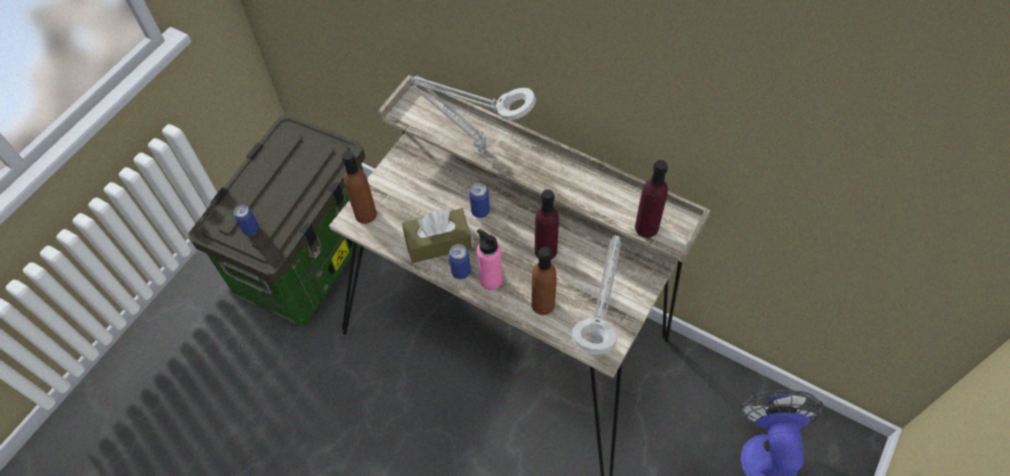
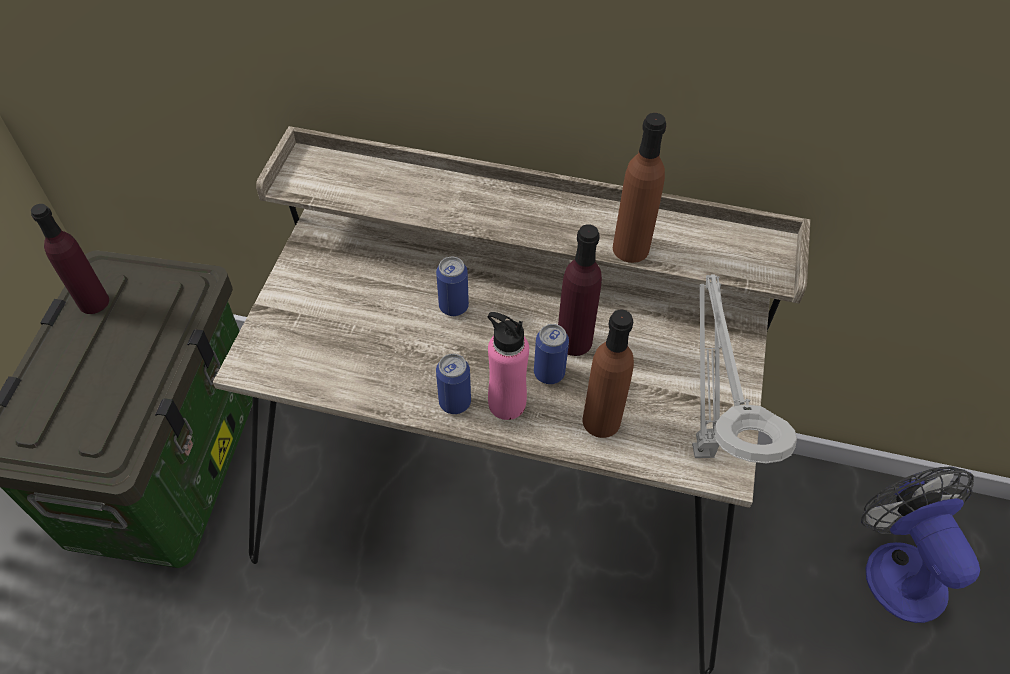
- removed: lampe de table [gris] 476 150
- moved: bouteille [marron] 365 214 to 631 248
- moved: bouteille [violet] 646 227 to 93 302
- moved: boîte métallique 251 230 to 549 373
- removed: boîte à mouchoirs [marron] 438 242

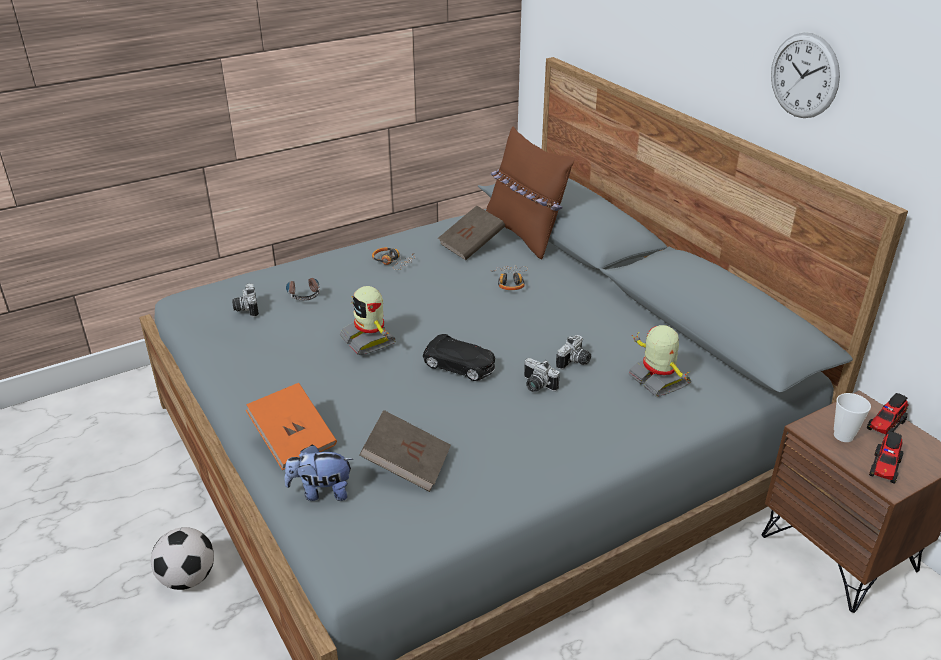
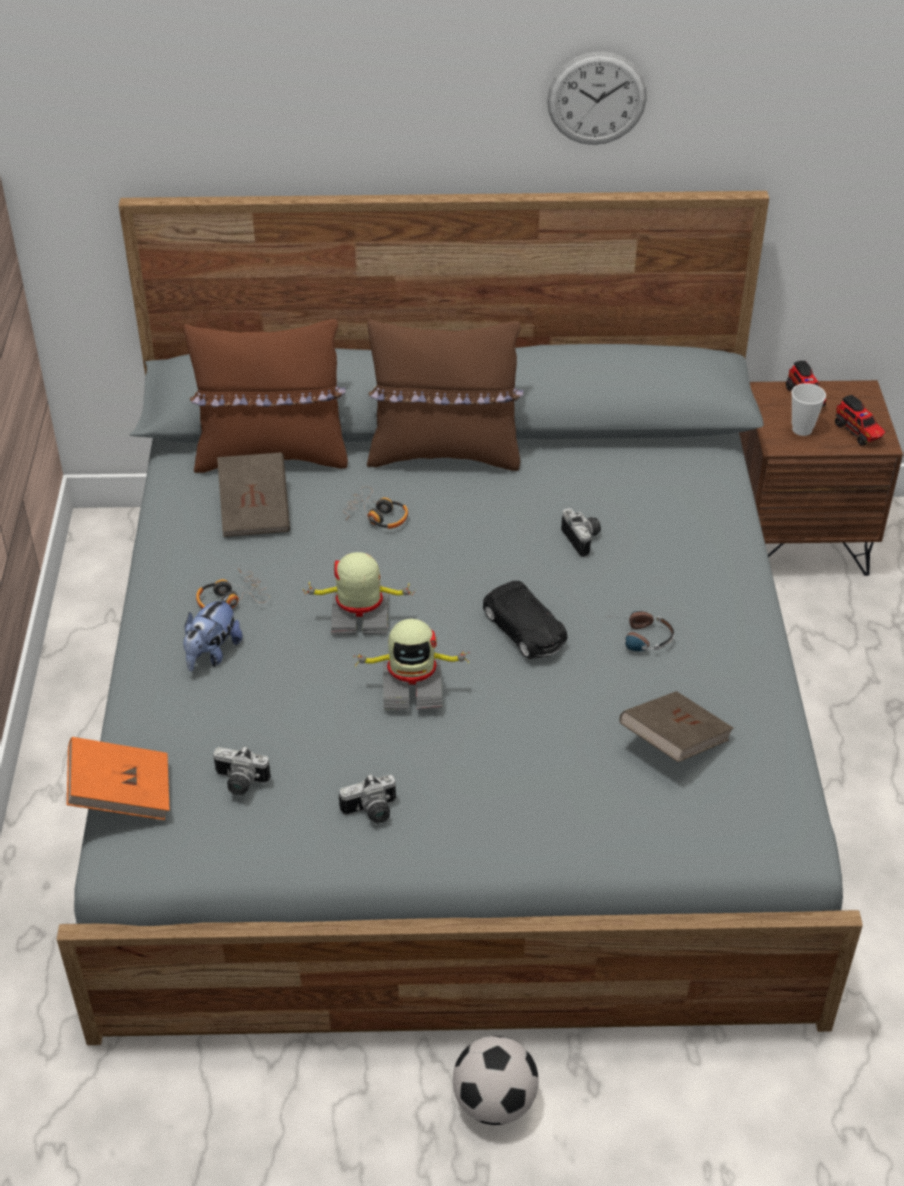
- moved: casque audio 303 292 to 637 638
- moved: robot jouet 657 381 to 360 617
- turned: petite voiture [noir] 460 365 = 525 629 90 degrees clockwise
- moved: appareil photo 536 386 to 371 812
- moved: livre [orange] 293 440 to 122 794
- moved: peluche 321 492 to 212 654
- added: coussin [marron] 444 453

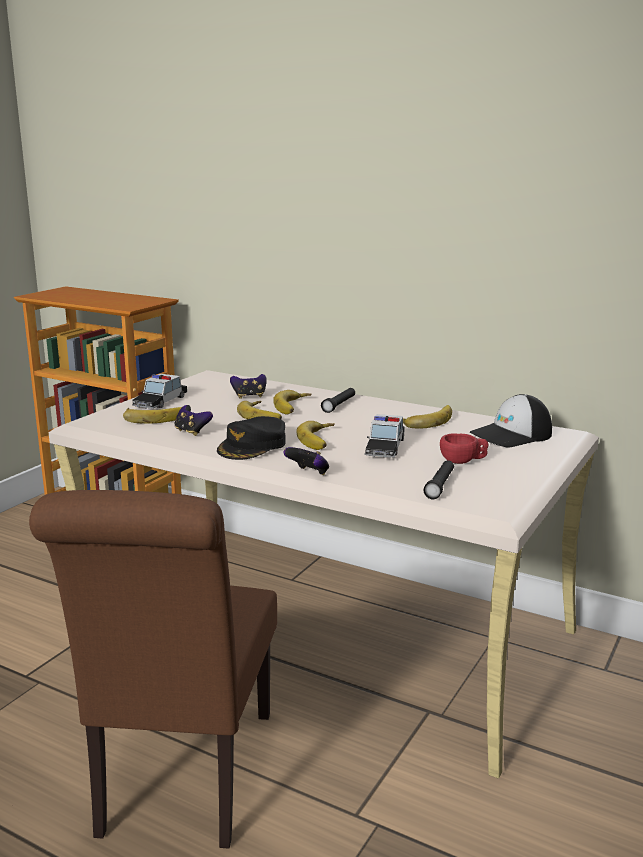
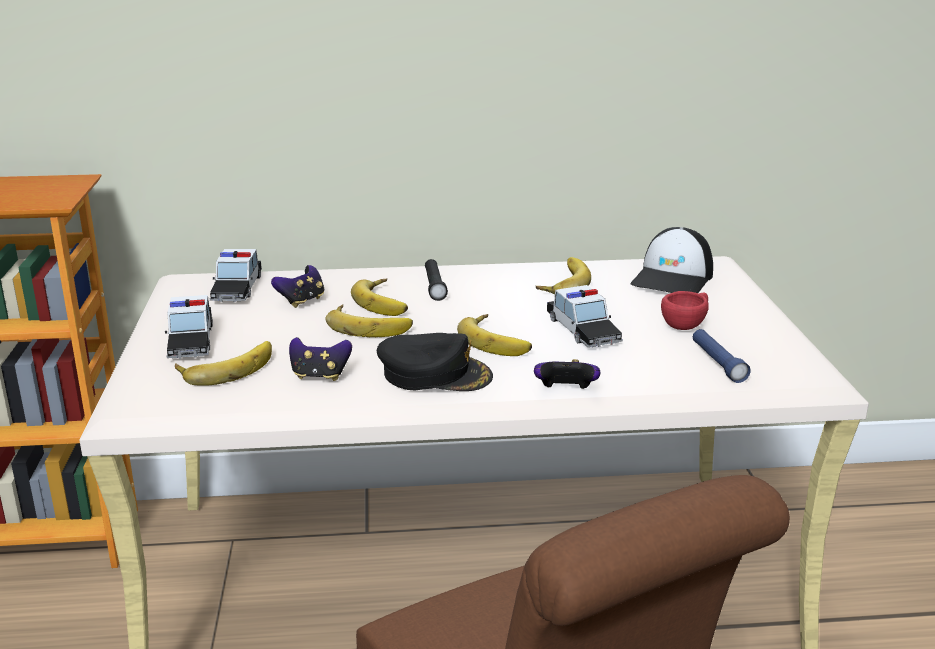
- turned: casquette [noir] 253 446 = 435 374 75 degrees counterclockwise
- recoloured: lampe de poche [noir] 440 486 to lampe de poche [bleu] 718 363
- added: petite voiture 237 288

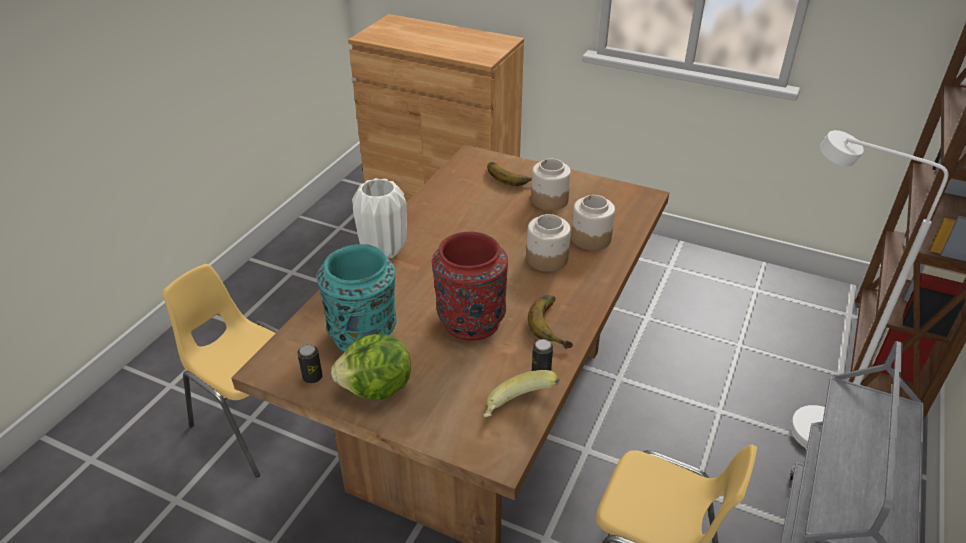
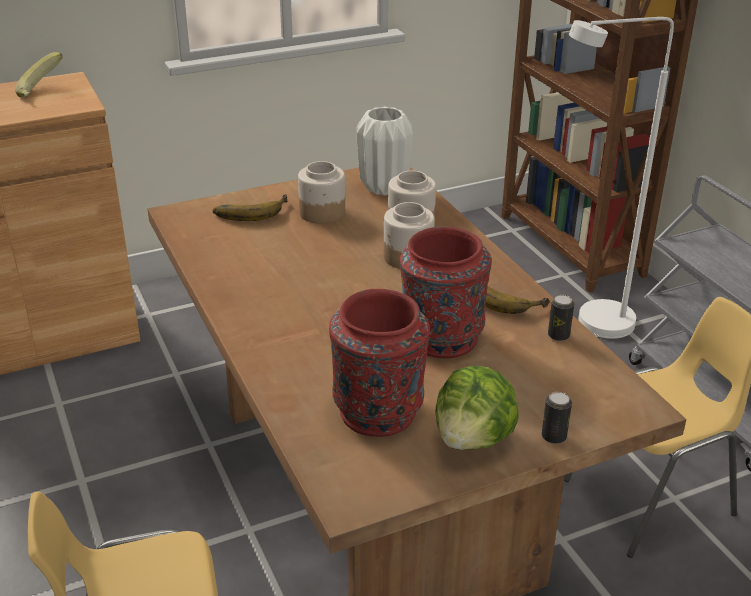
- moved: vase [blanc] 384 250 to 384 187
- recoloured: vase [turquoise] 364 334 to vase [rouge] 378 410
- moved: boîte métallique 312 377 to 553 436
- moved: banane 518 409 to 42 92

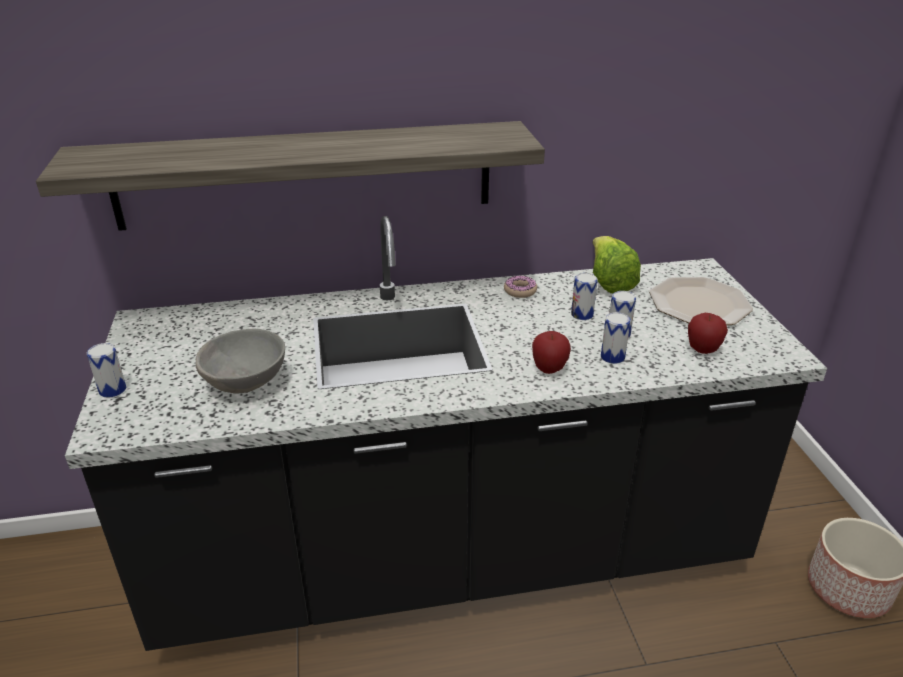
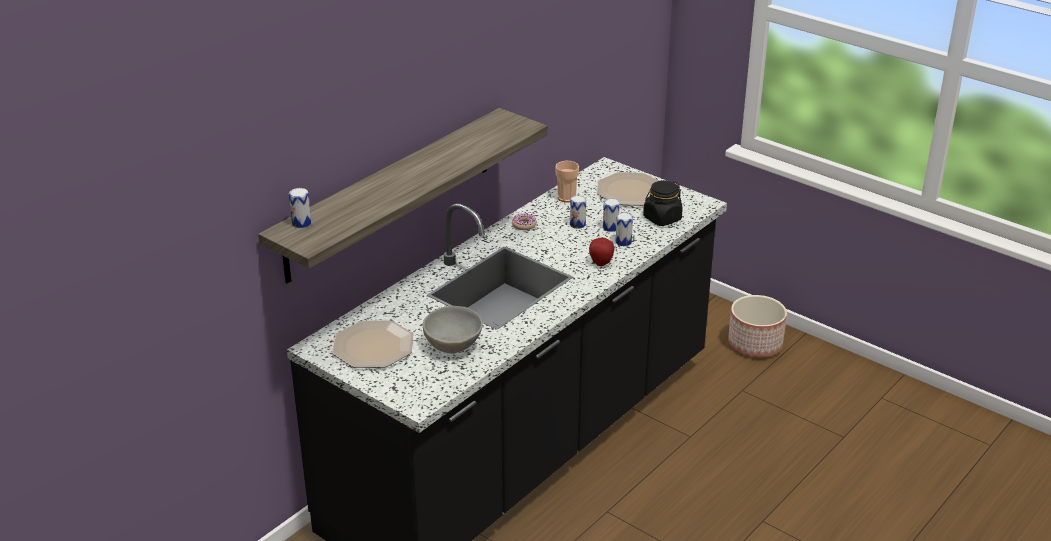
- replaced: laitue 609 282 to tasse 566 197
- replaced: pomme 702 350 to bocal [noir] 662 218
- moved: boîte métallique 112 390 to 301 223
- added: assiette 372 346

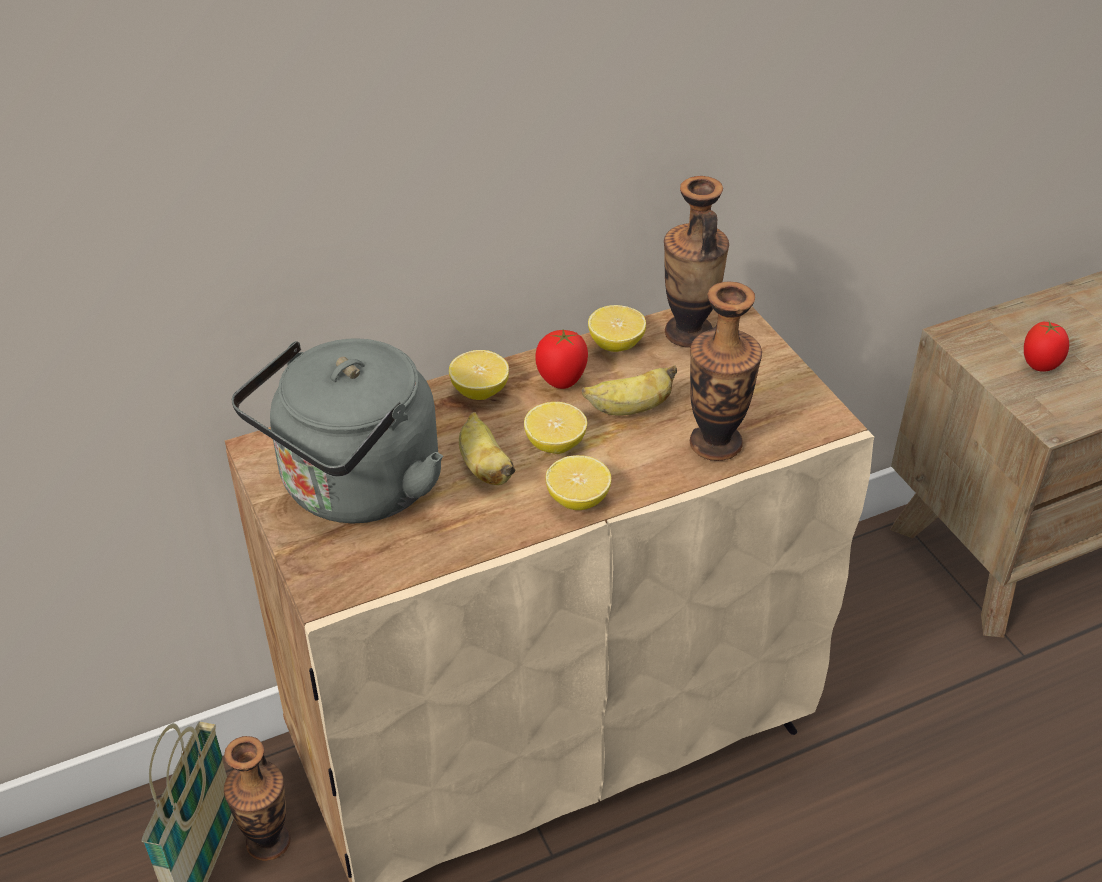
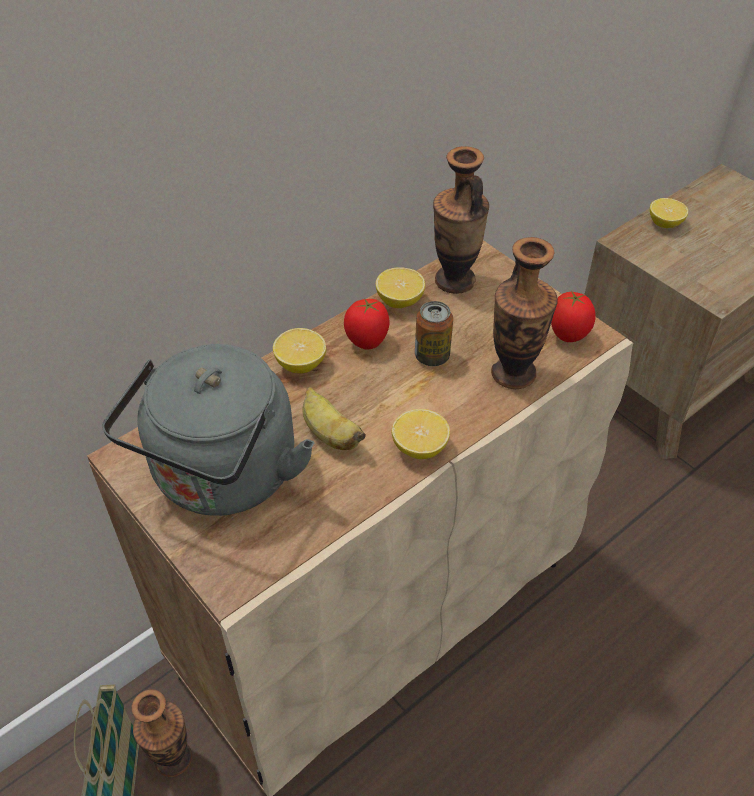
- moved: tomate 1040 366 to 568 336
- replaced: banane 629 409 to boîte métallique 432 356
- moved: citron 555 444 to 664 223

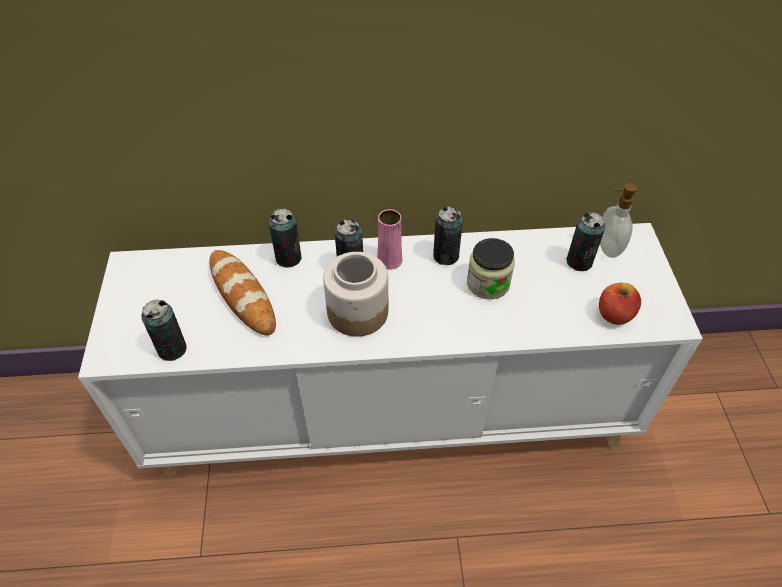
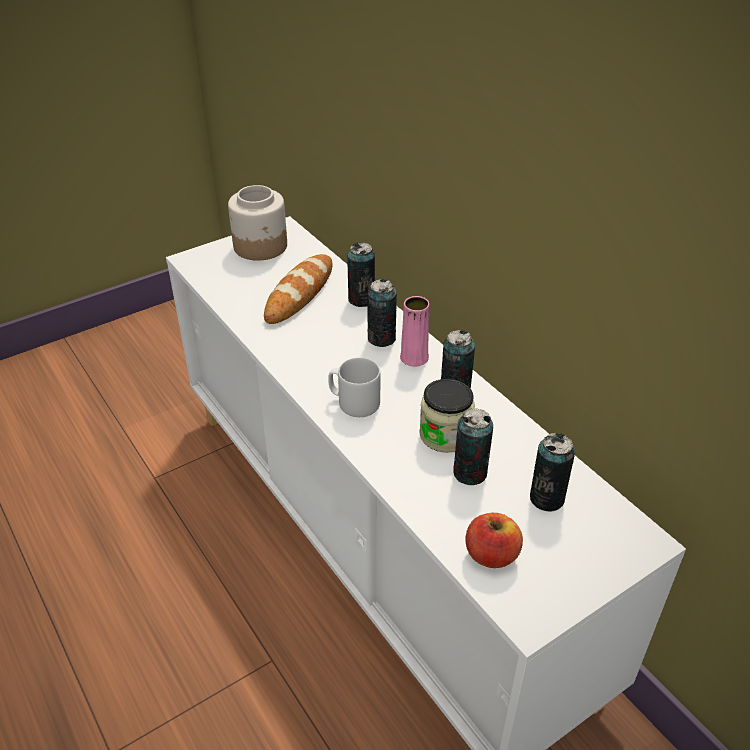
- removed: distributeur de savon 607 248
- moved: bocal 358 312 to 261 246
- moved: boîte métallique 172 349 to 470 473
- added: mug [gris] 354 403

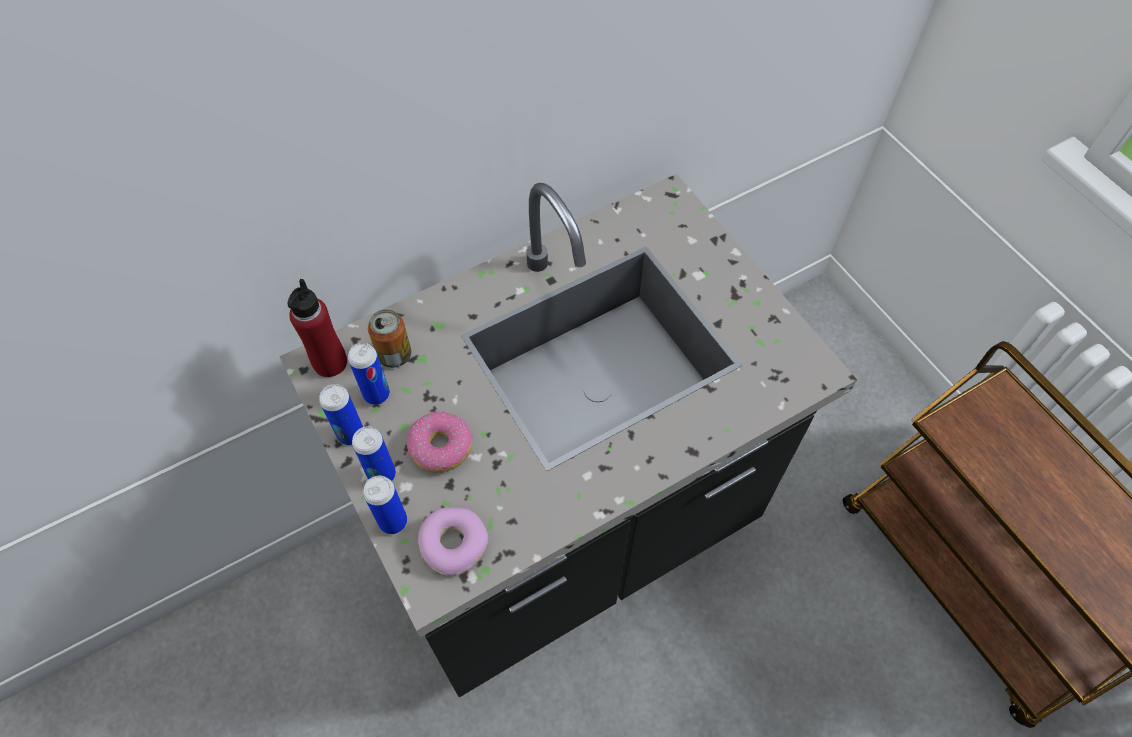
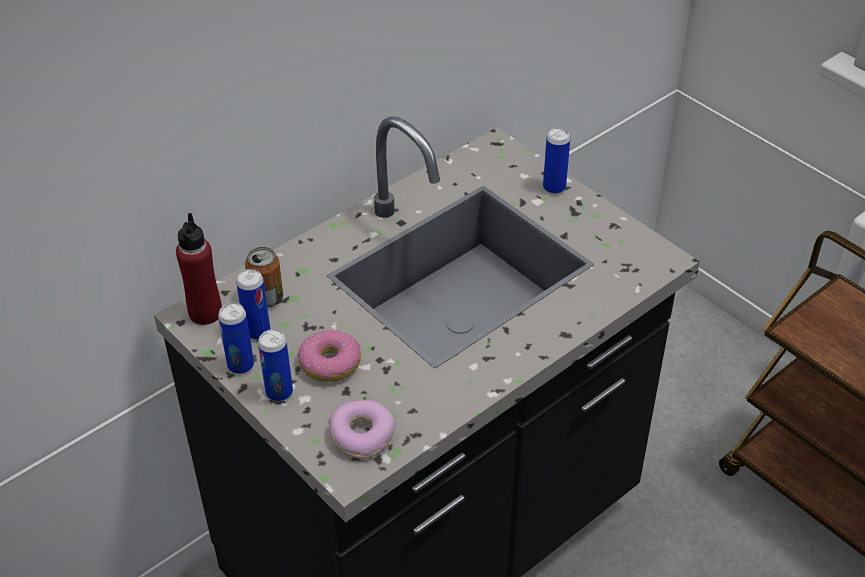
- moved: boîte métallique 393 521 to 554 187

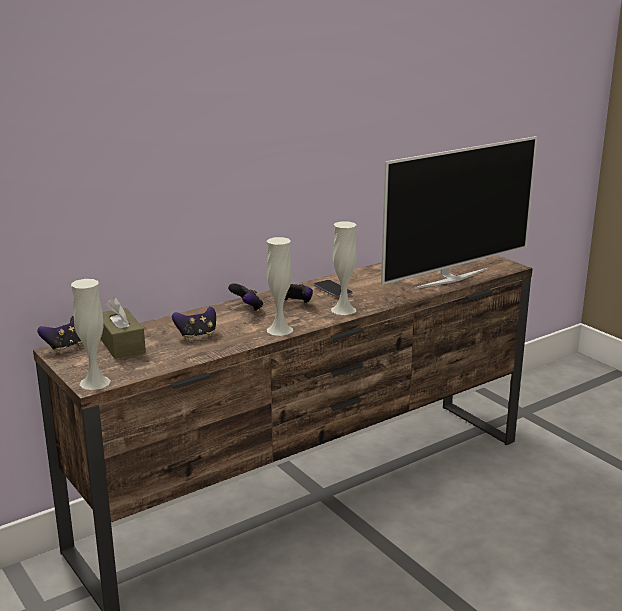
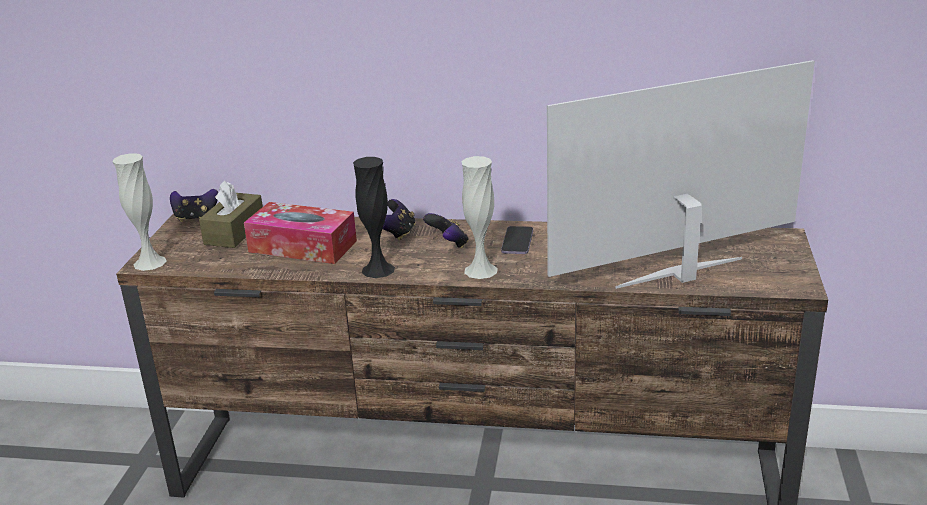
- turned: téléviseur 450 278 = 681 274 150 degrees clockwise
- recoloured: vase [blanc] 280 330 to vase [noir] 378 270
- replaced: manette 196 335 to boîte à mouchoirs 302 246

